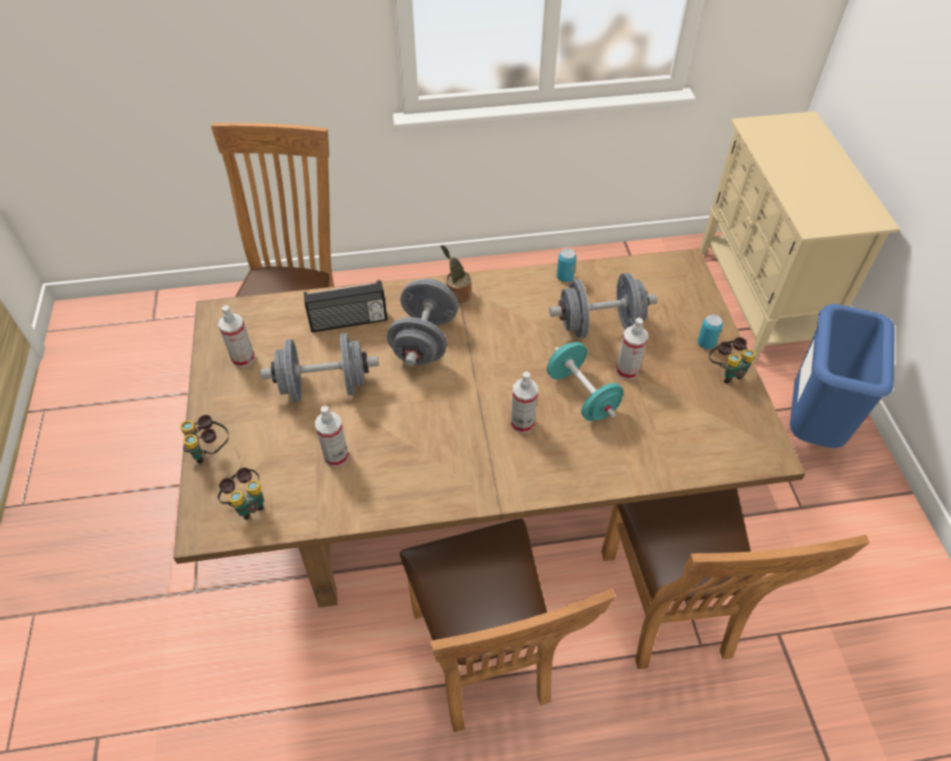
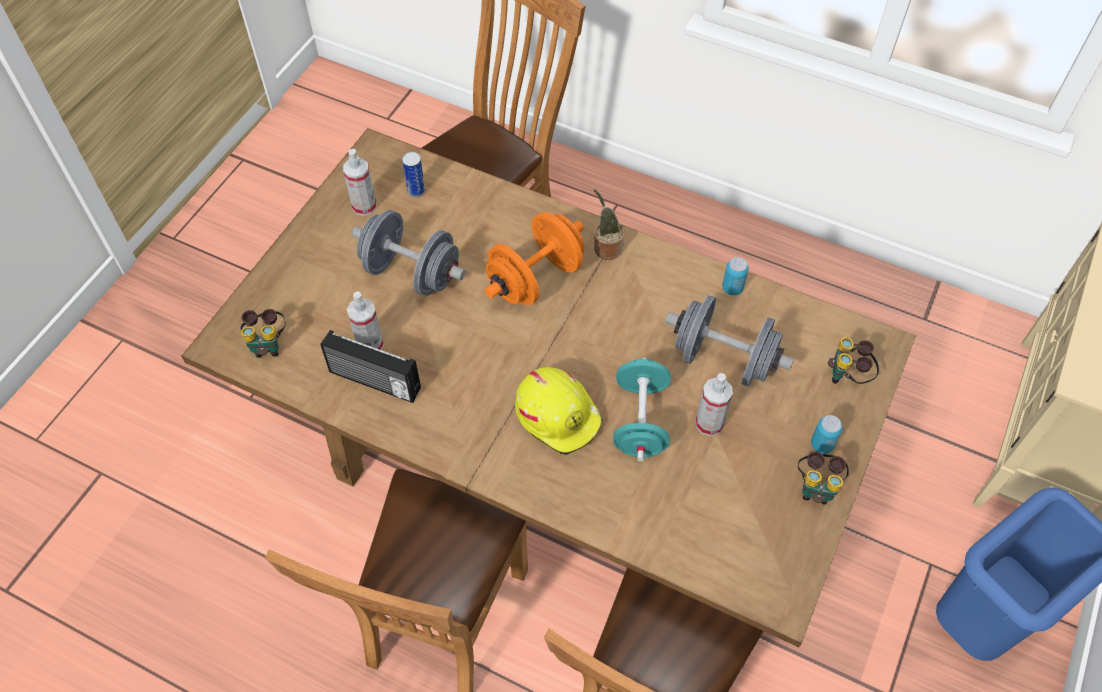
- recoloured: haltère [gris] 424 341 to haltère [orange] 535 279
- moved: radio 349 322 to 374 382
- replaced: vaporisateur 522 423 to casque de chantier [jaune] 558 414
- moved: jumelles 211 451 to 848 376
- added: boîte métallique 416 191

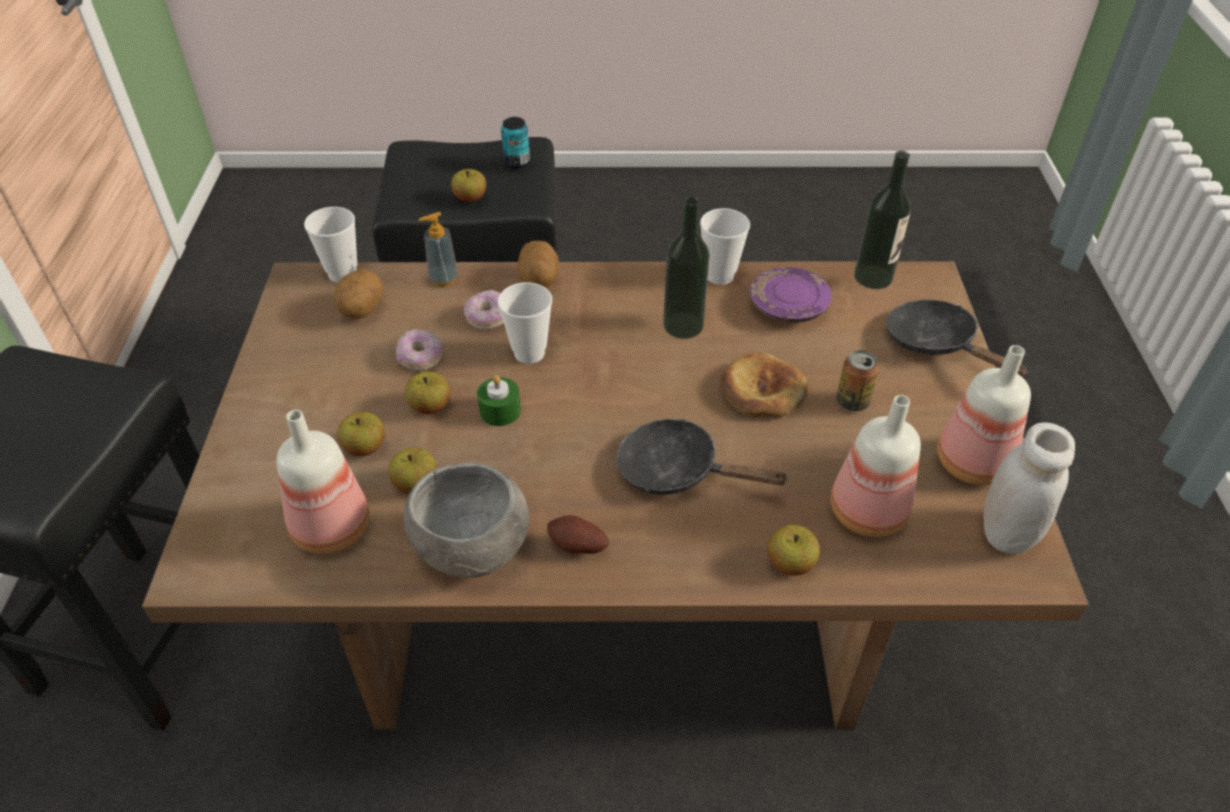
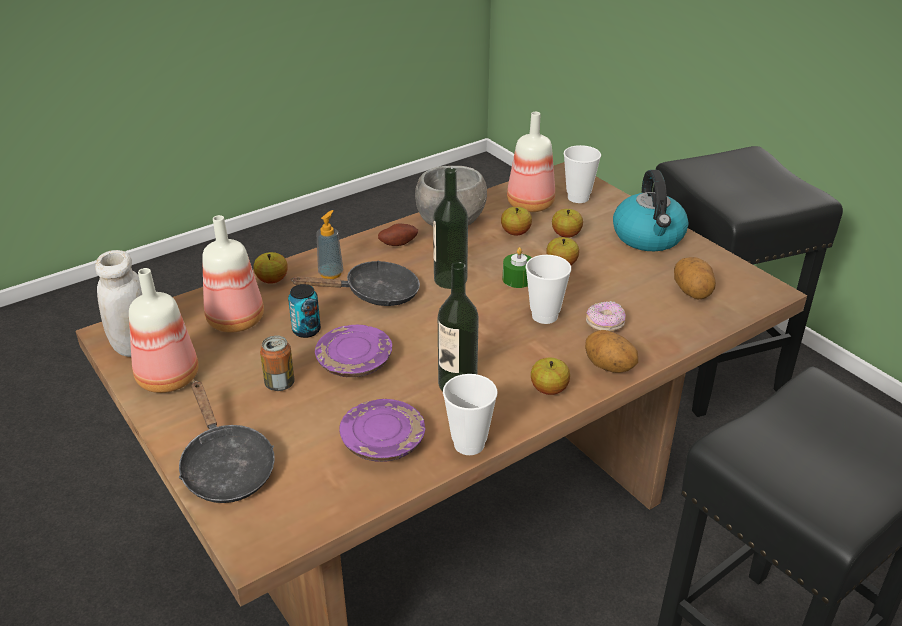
- moved: boîte métallique 517 162 to 306 330
- moved: bouteille 873 277 to 450 279
- moved: pomme 470 198 to 549 389
- moved: tasse 342 274 to 578 198
- moved: distributeur de savon 443 279 to 331 273
- turned: poêle [noir] 936 343 = 226 467 45 degrees clockwise
- removed: beignet 420 358
- replaced: pain 762 391 to assiette [violet] 355 362
- added: bouilloire 649 237

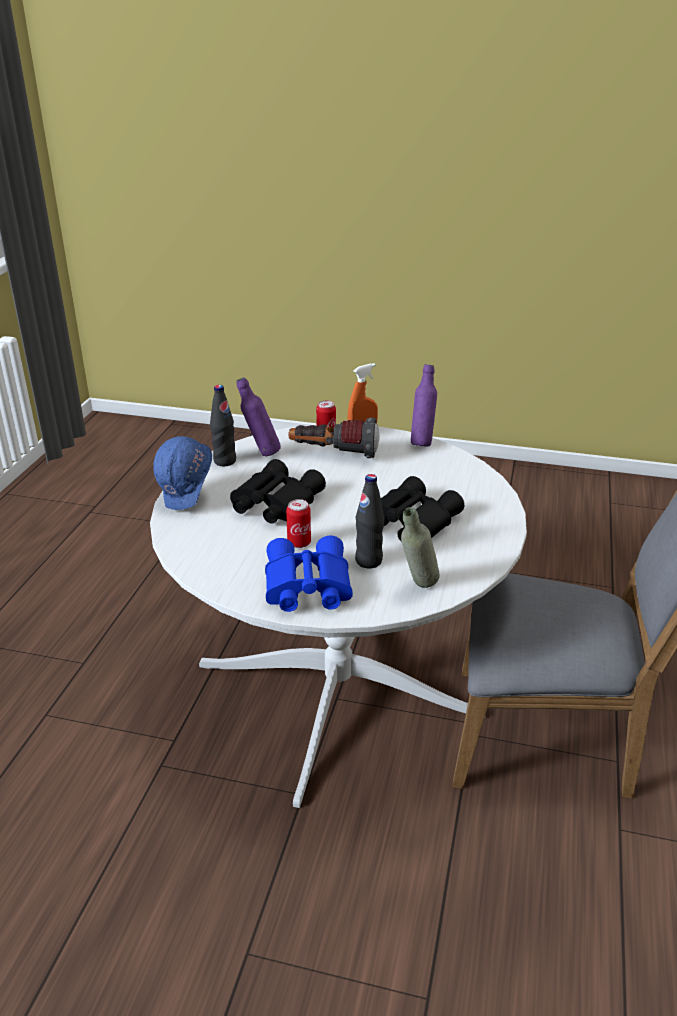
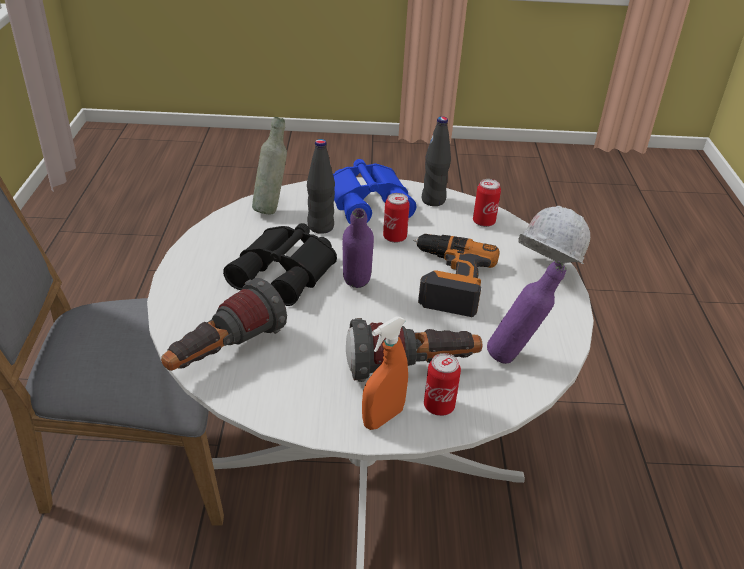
- moved: bouteille [violet] 422 442 to 356 290
- moved: bouteille [noir] 225 461 to 433 200
- recoloured: casque de chantier [bleu] 188 499 to casque de chantier [blanc] 543 274
- replaced: jumelles [noir] 274 502 to perceuse 446 280
- added: boîte métallique 483 222
- added: lampe de poche 224 353

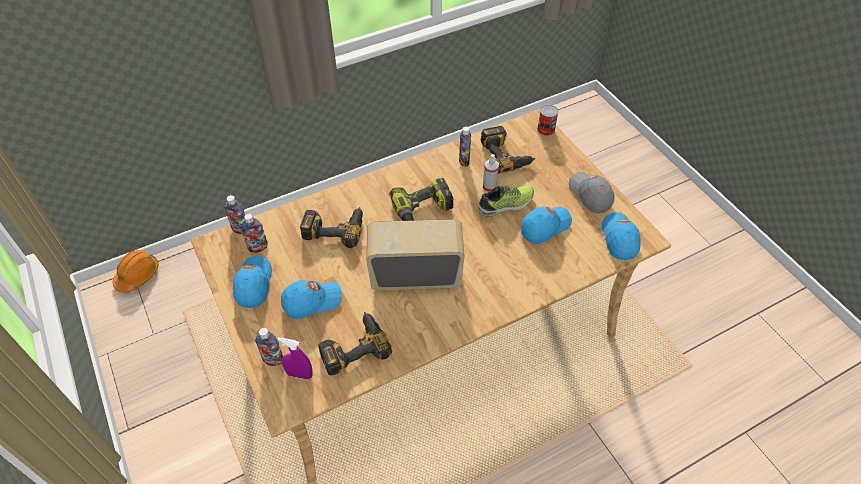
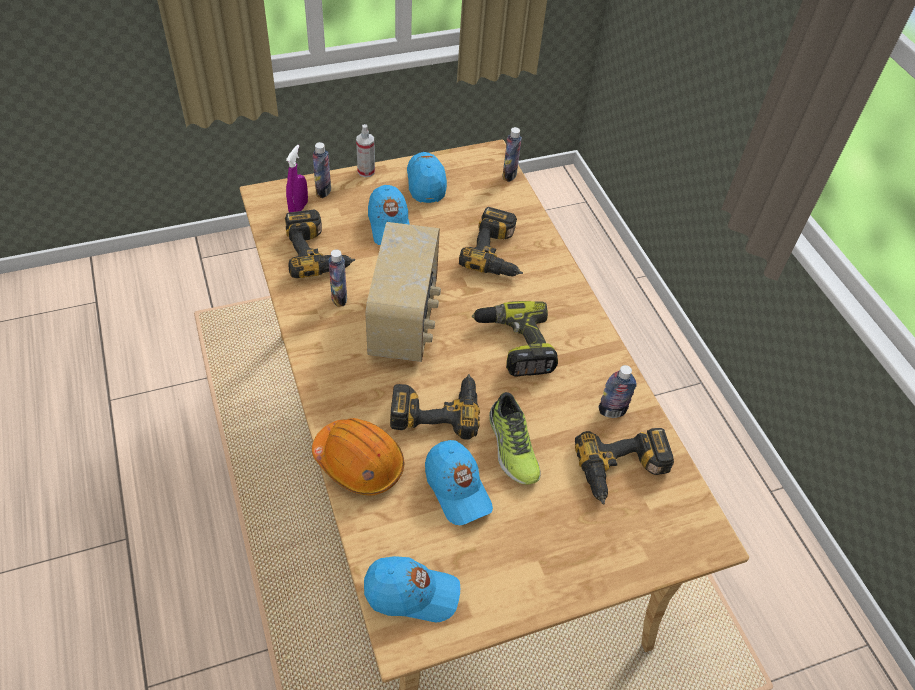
- removed: boîte métallique 546 129
- moved: vaporisateur 489 187 to 366 171
- removed: casquette [gris] 590 195
- moved: bouteille 258 248 to 339 298
- moved: casque de chantier [orange] 138 275 to 359 462
- turned: casquette [bleu] 253 284 = 426 181 105 degrees counterclockwise
- added: perceuse 436 408

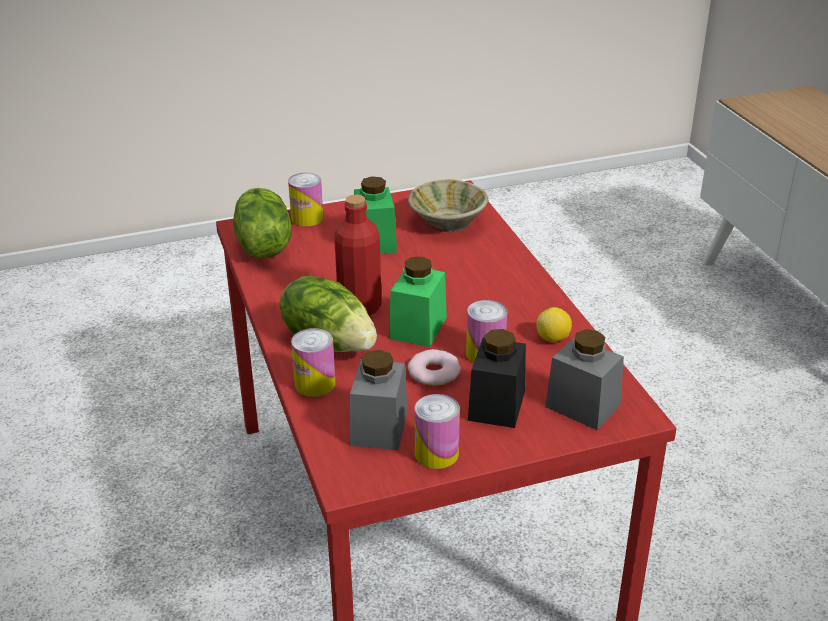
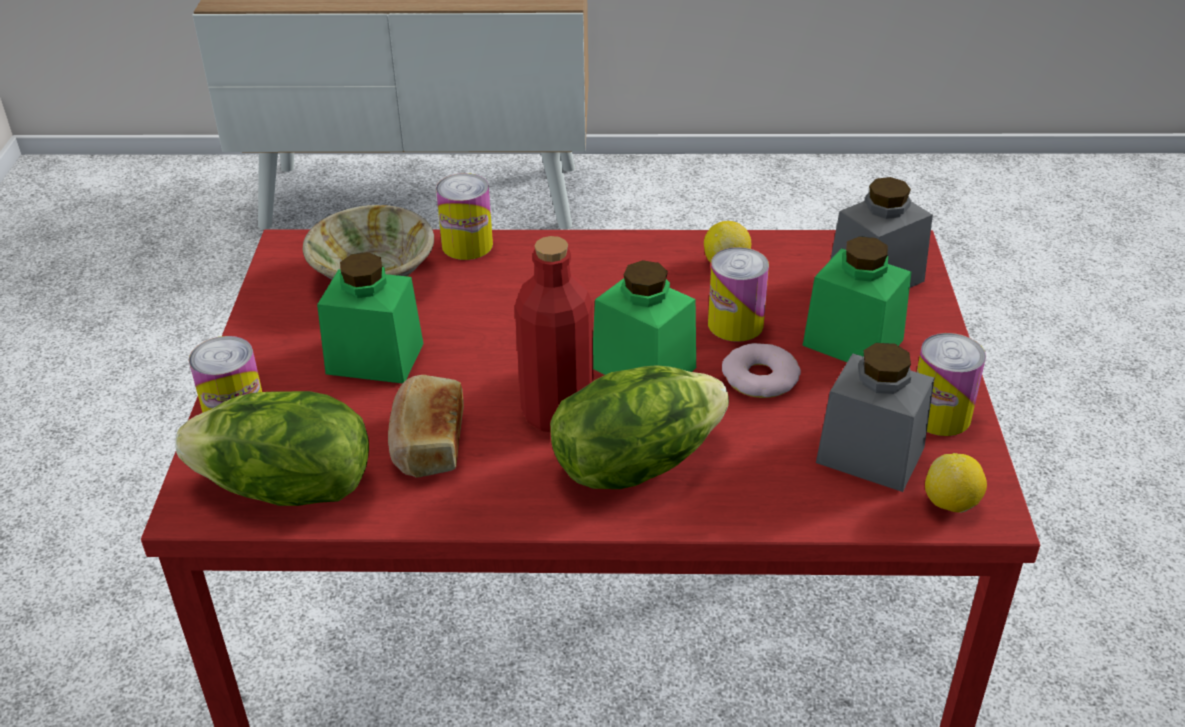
- moved: boîte métallique 315 384 to 467 245
- recoloured: bocal [noir] 496 405 to bocal [vert] 853 342
- added: pain 427 444
- added: citron 951 504

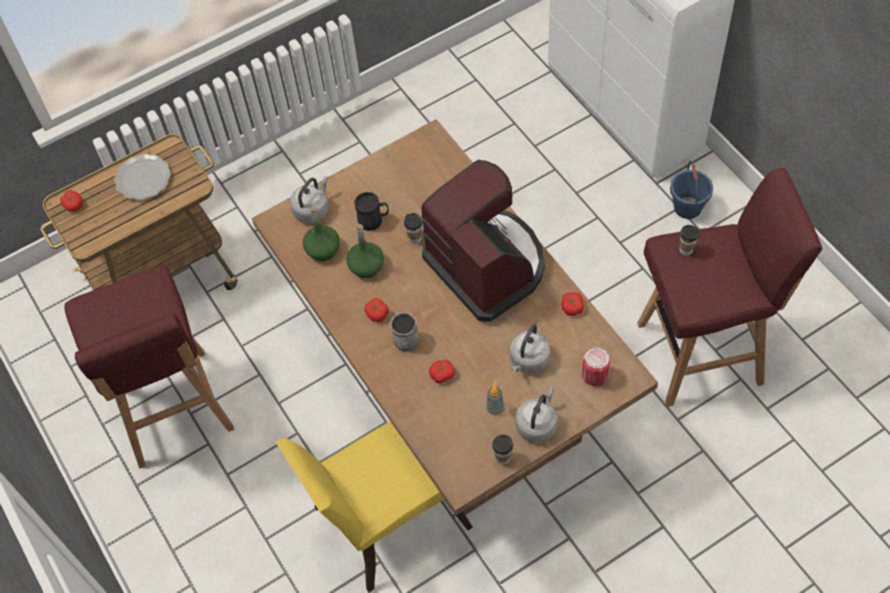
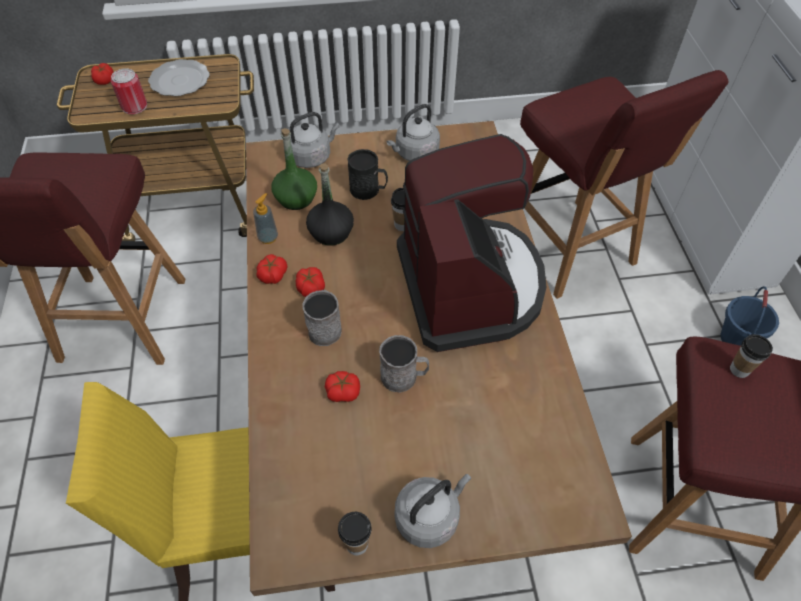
- recoloured: bouteille [vert] 366 266 to bouteille [noir] 331 233
- moved: tomate 572 307 to 272 275
- moved: bouilloire [gris] 528 360 to 415 153
- moved: boîte métallique 595 375 to 134 106
- moved: distributeur de savon 495 408 to 268 237
- added: tabouret [rouge] 570 250
- added: mug [gris] 404 377

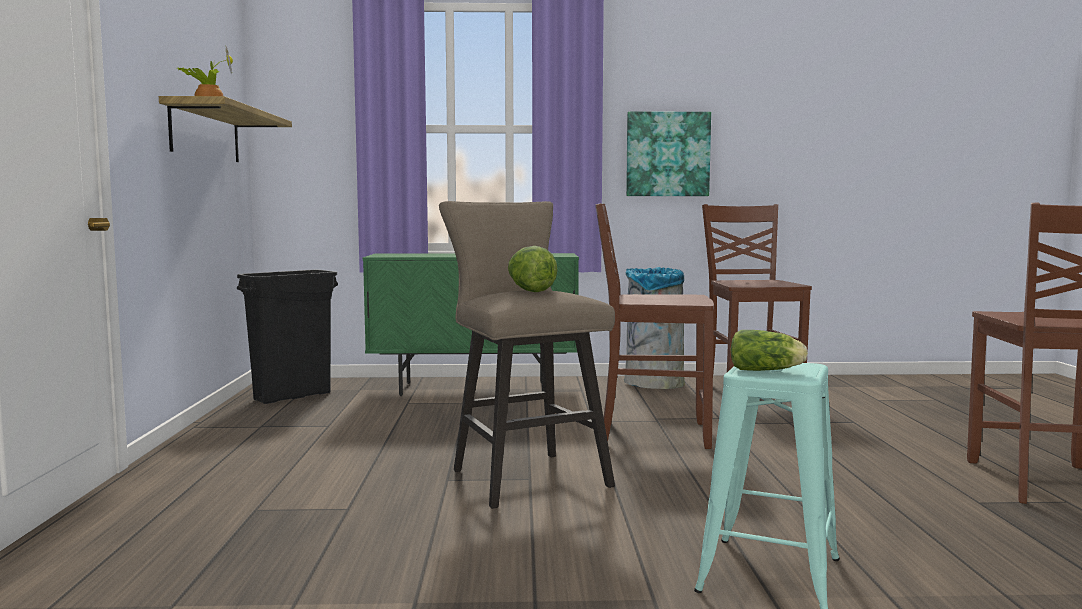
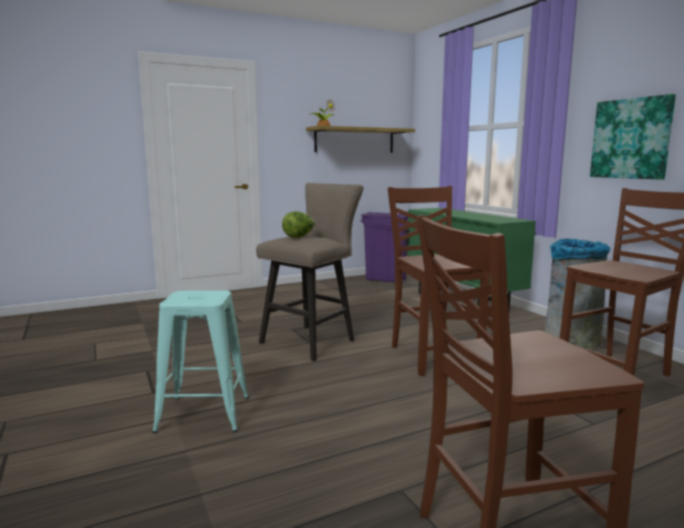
- recoloured: poubelle [noir] 293 396 to poubelle [violet] 386 280
- removed: laitue 768 370

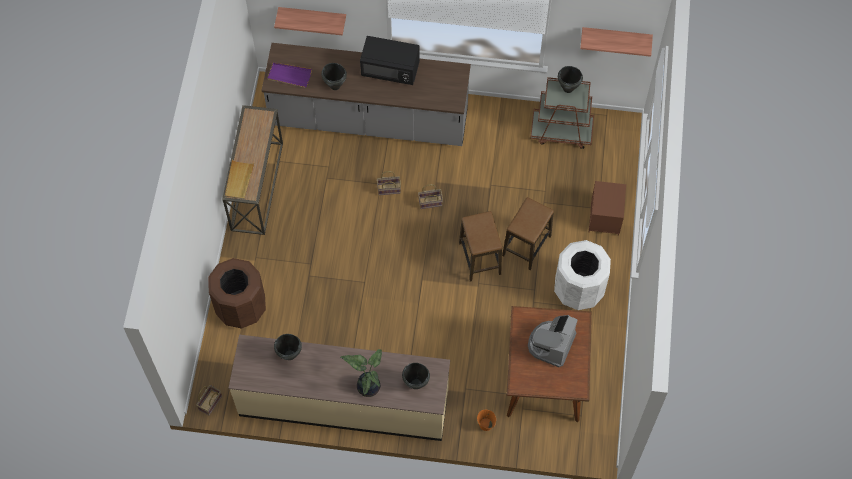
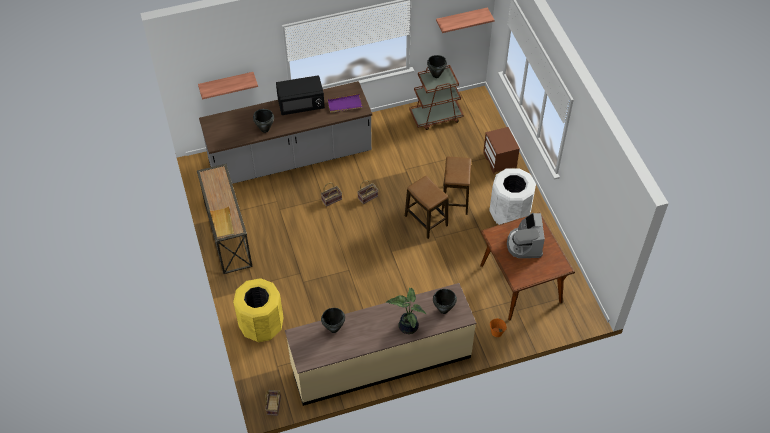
- moved: plateau [violet] 289 76 to 344 104
- recoloured: poubelle [marron] 241 308 to poubelle [jaune] 261 326

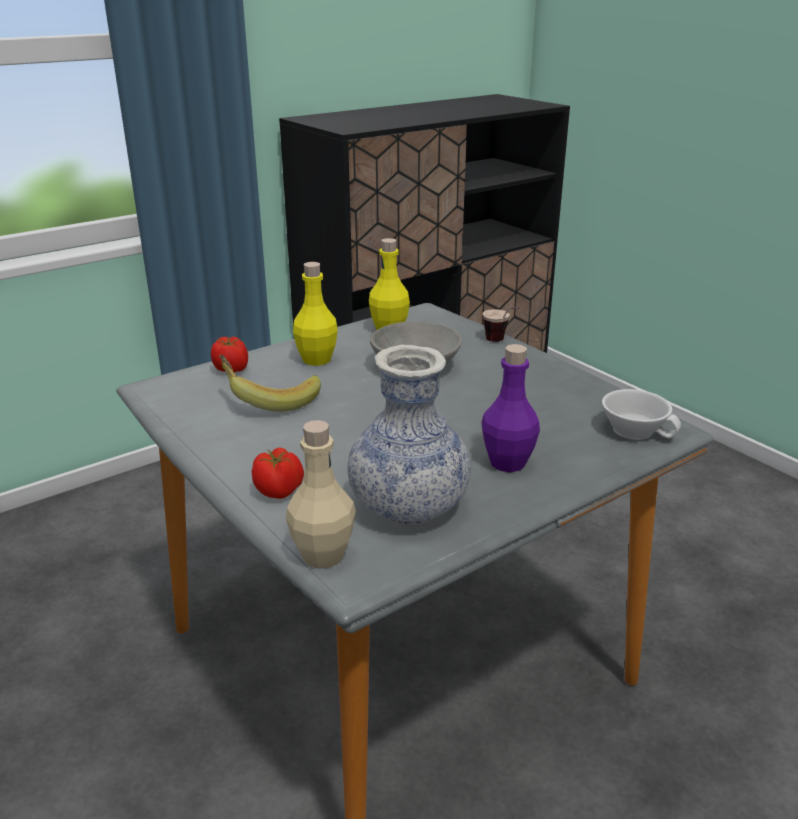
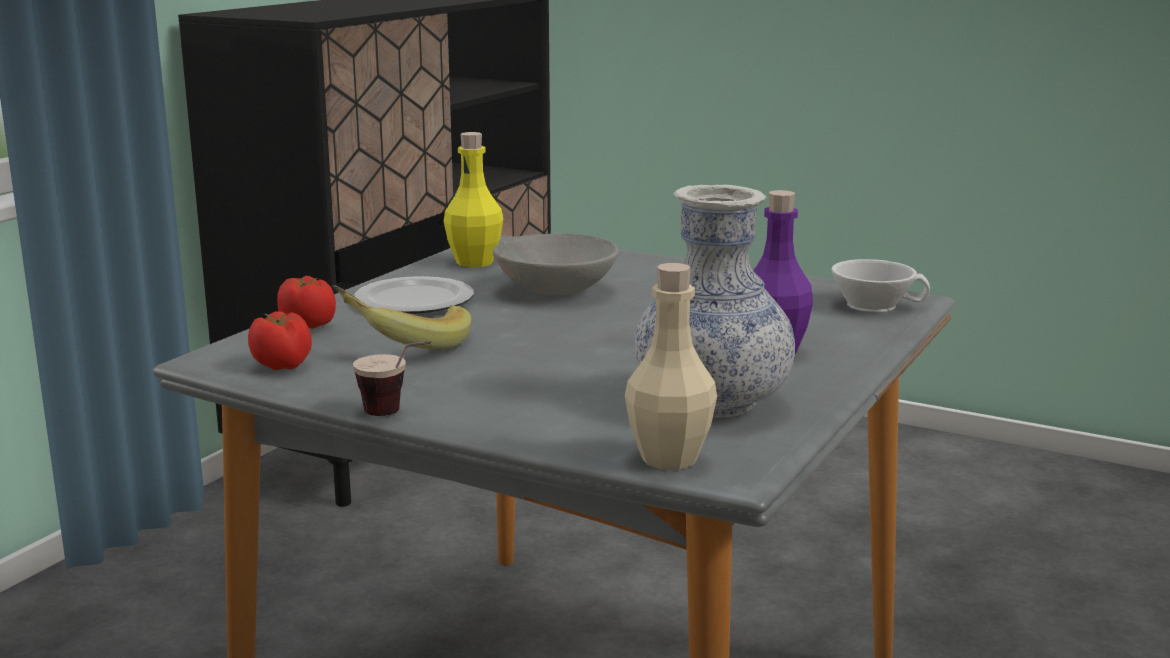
- replaced: bouteille [jaune] 316 359 to assiette 416 300
- moved: tasse 501 342 to 397 415
- moved: tomate 279 491 to 283 365

